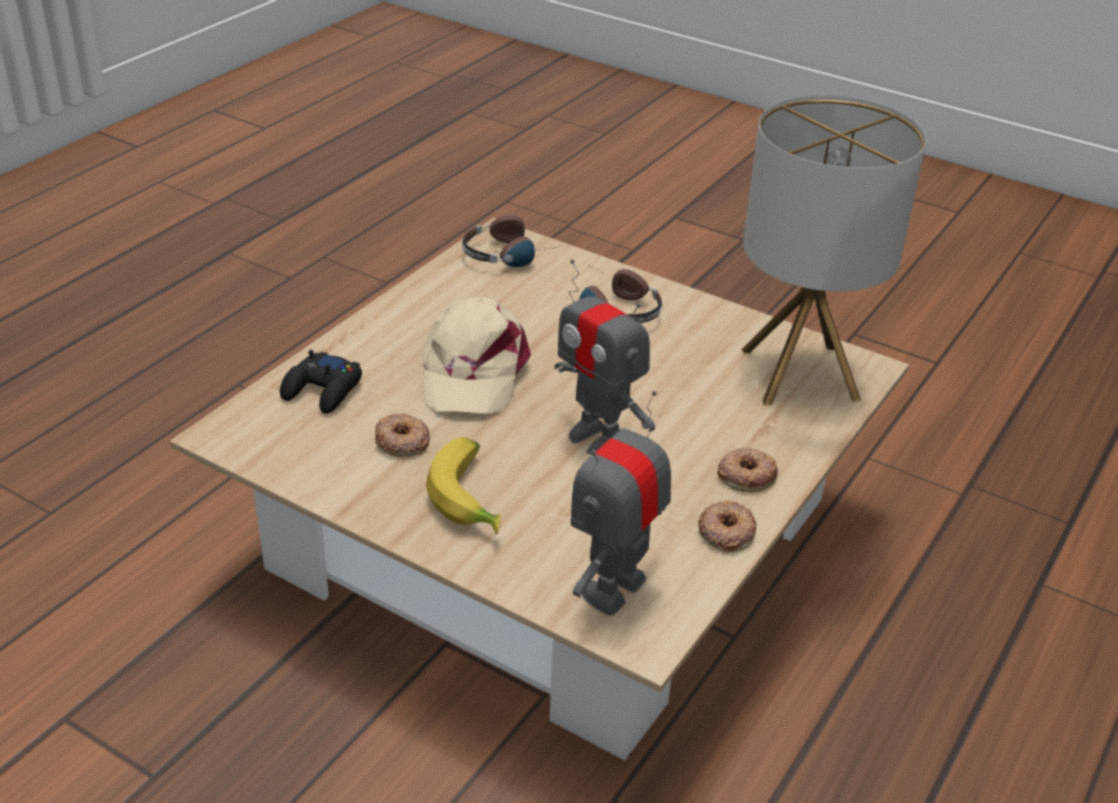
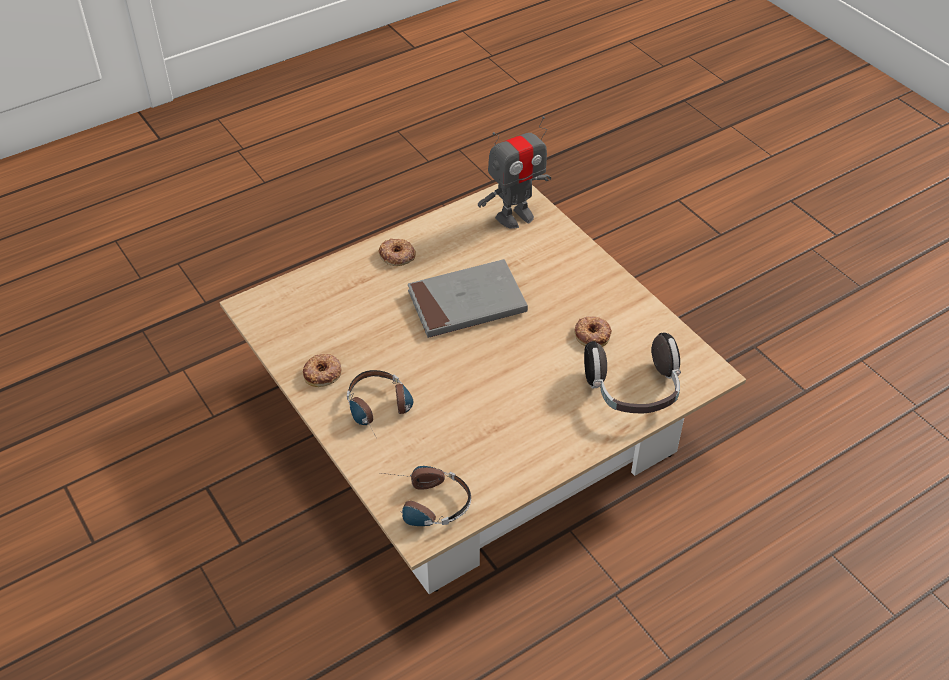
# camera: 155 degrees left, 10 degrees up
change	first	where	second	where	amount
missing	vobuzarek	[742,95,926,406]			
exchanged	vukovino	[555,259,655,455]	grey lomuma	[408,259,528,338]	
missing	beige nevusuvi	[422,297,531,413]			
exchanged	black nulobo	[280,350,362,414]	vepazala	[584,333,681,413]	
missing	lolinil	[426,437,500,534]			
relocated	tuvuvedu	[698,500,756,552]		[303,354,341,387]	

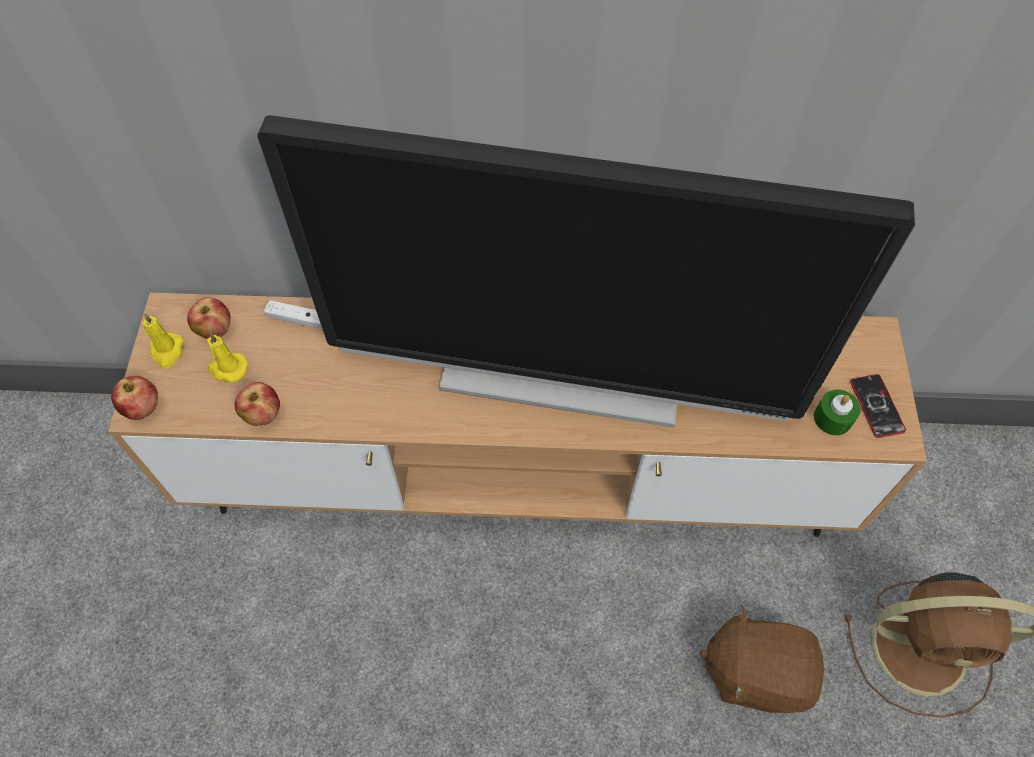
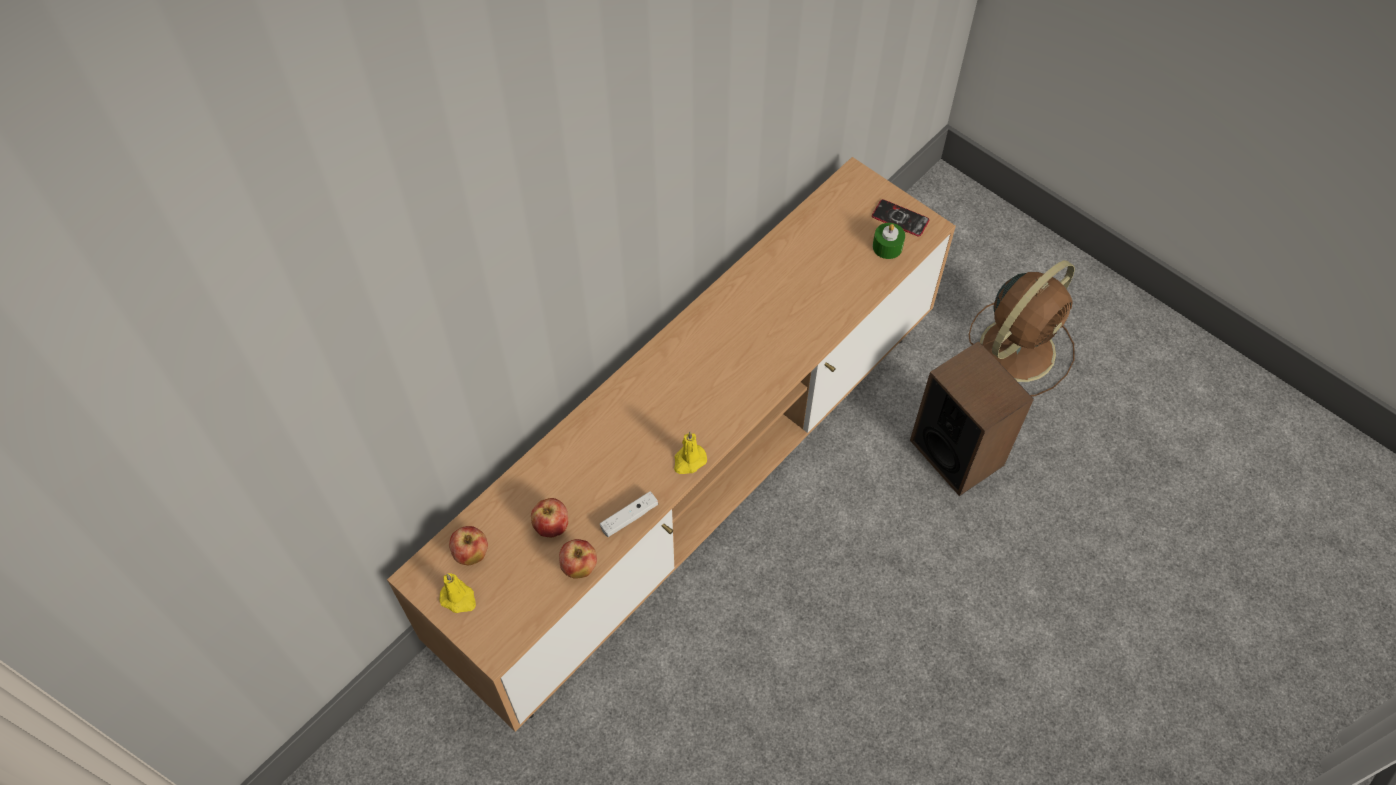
# camera: 50 degrees left, 0 degrees up
change	first	where	second	where	amount
missing	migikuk	[257,115,915,428]			
relocated	white nulobo	[264,300,322,328]		[600,491,658,537]	
relocated	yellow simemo	[207,333,248,382]		[674,432,707,474]	
relocated	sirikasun	[111,376,158,420]		[531,498,568,537]	
exchanged	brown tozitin	[700,605,824,713]	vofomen	[910,341,1034,496]	

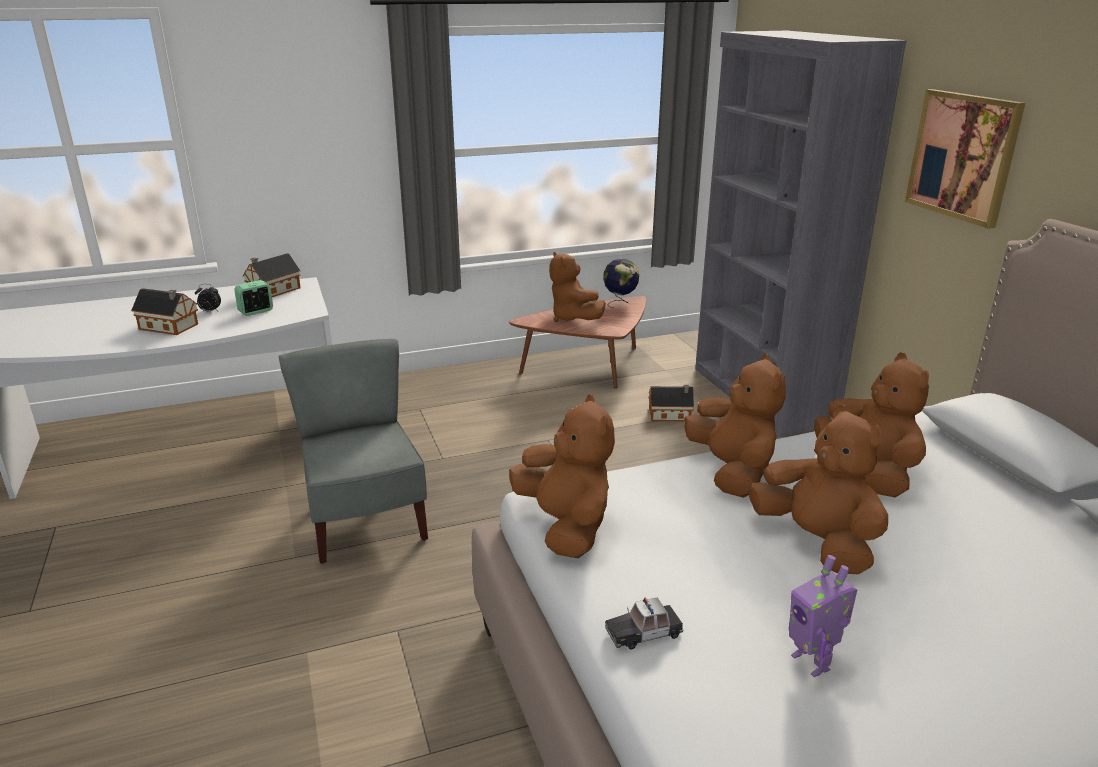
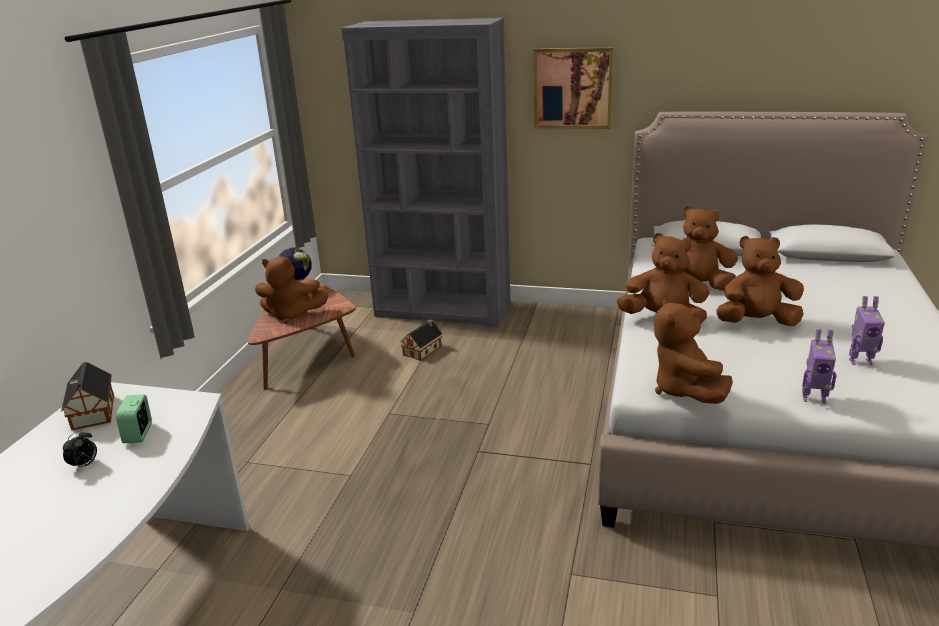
# camera: 55 degrees left, 0 degrees up
change	first	where	second	where	amount
missing	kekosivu	[131,288,198,335]			
missing	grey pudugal	[279,339,428,564]			
spun	brown tozitin	[509,394,615,558]		[654,298,733,404]	105 degrees counterclockwise
exchanged	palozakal	[605,597,684,649]	vukovino	[802,329,836,404]	

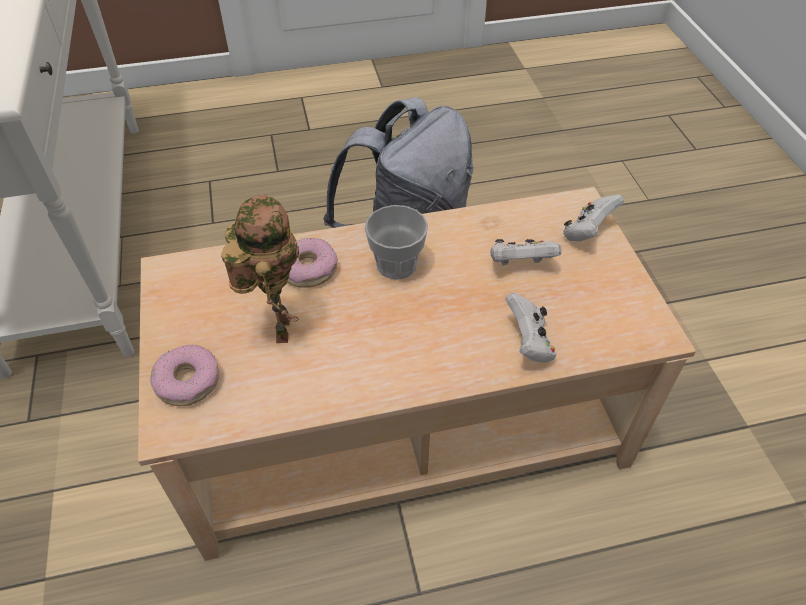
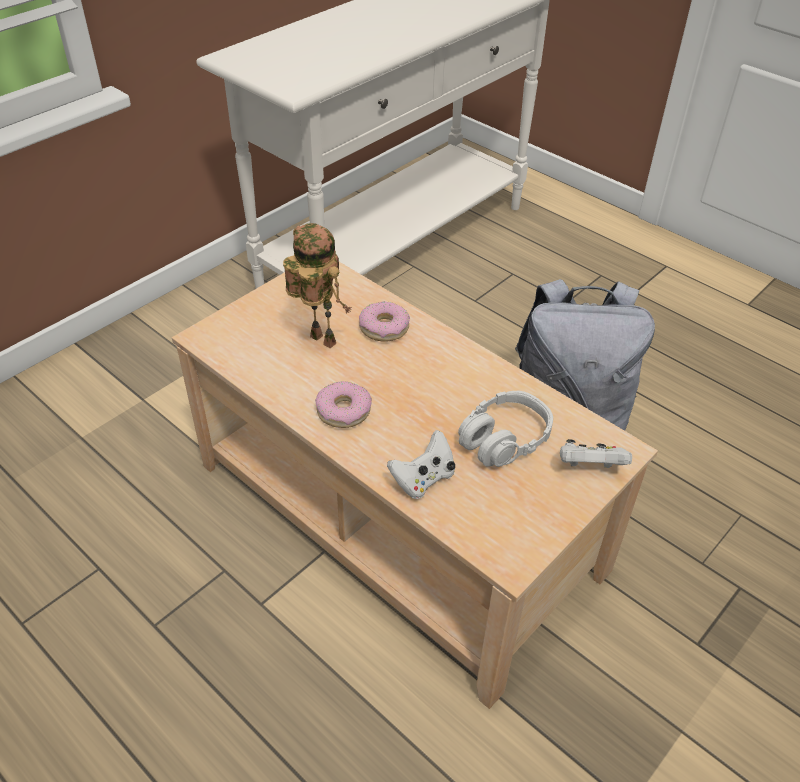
# camera: 55 degrees right, 5 degrees down
change	first	where	second	where	amount
spun	vukovino	[221,194,299,343]		[283,223,352,348]	105 degrees counterclockwise
missing	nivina	[365,205,428,280]			
exchanged	white nulobo	[490,239,562,265]	grey vepazala	[458,391,553,467]	
relocated	tuvuvedu	[150,345,219,406]		[315,381,372,428]	

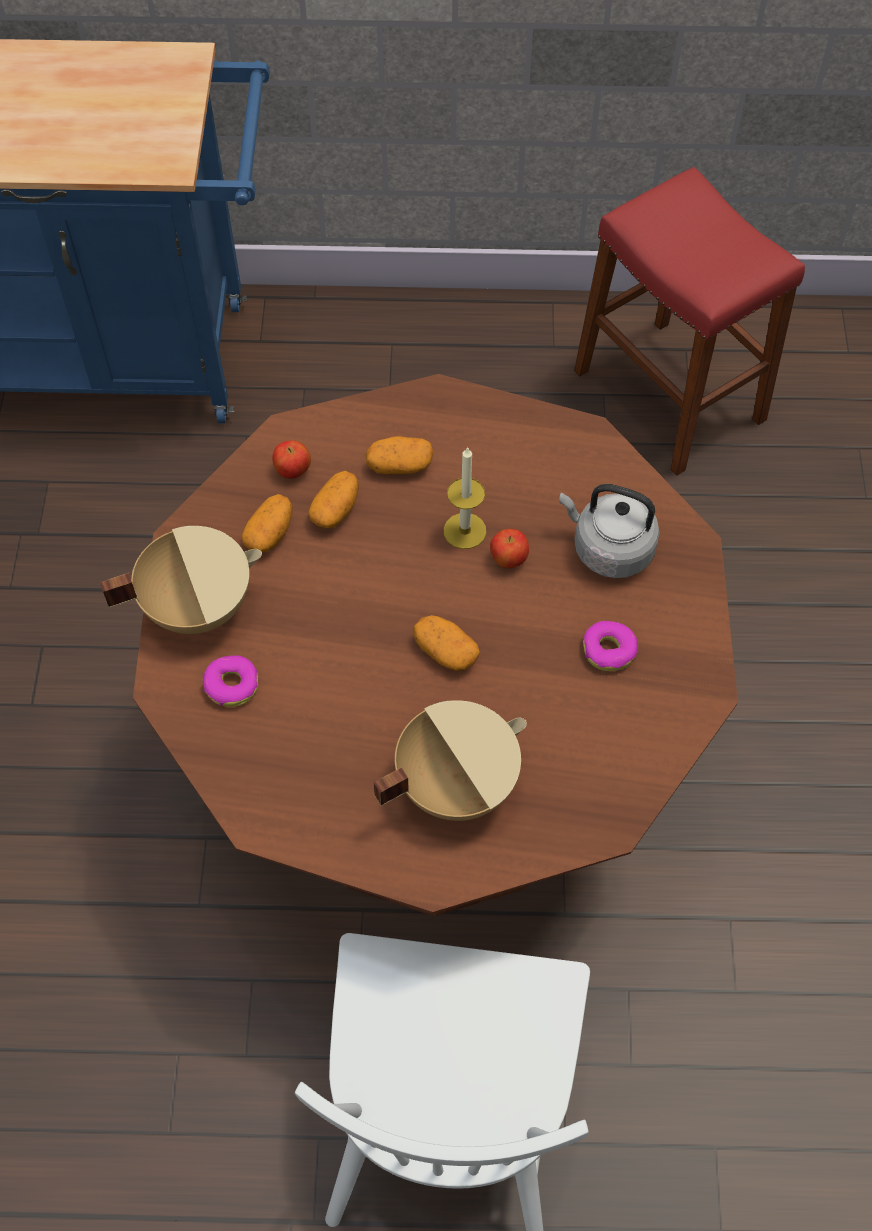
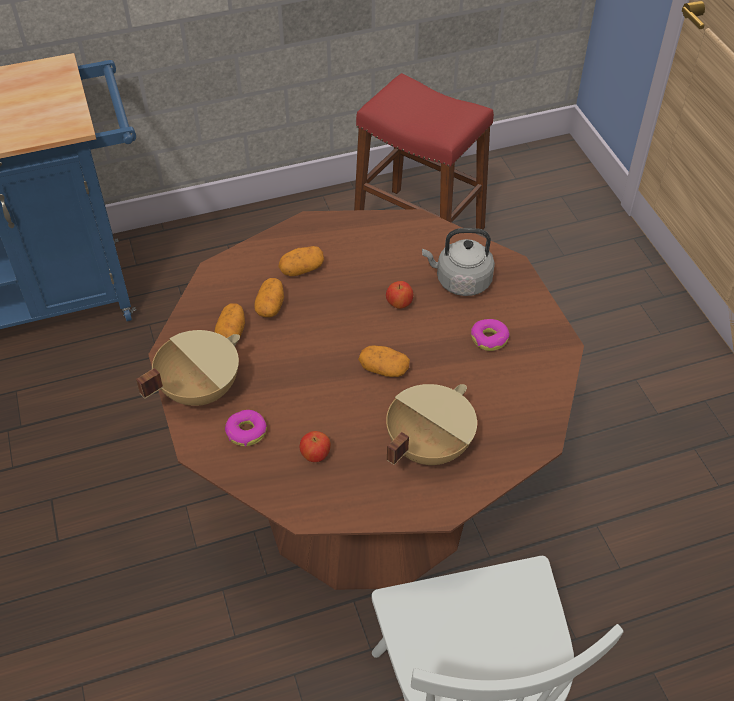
# camera: 20 degrees left, 10 degrees down
change	first	where	second	where	amount
relocated	sirikasun	[272,440,311,478]		[300,431,331,462]	
missing	simemo	[444,446,486,549]			

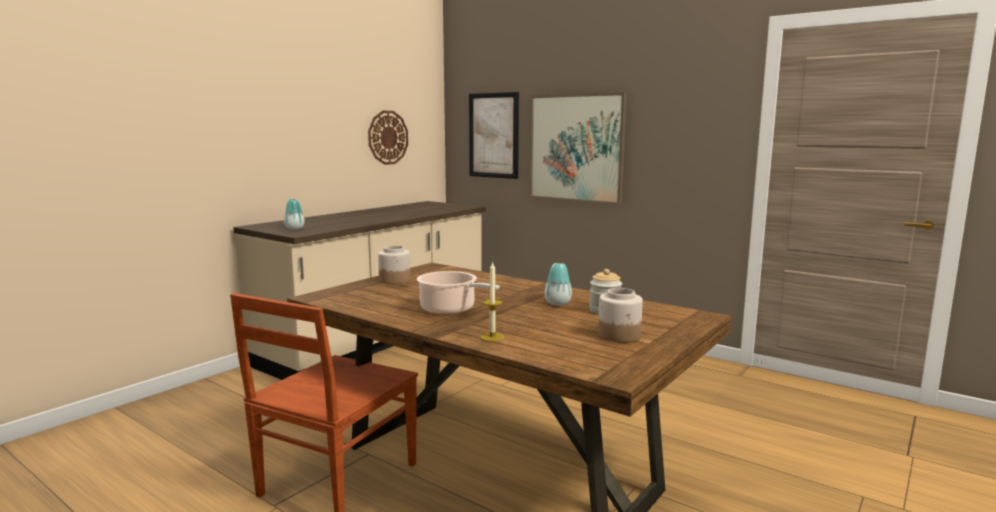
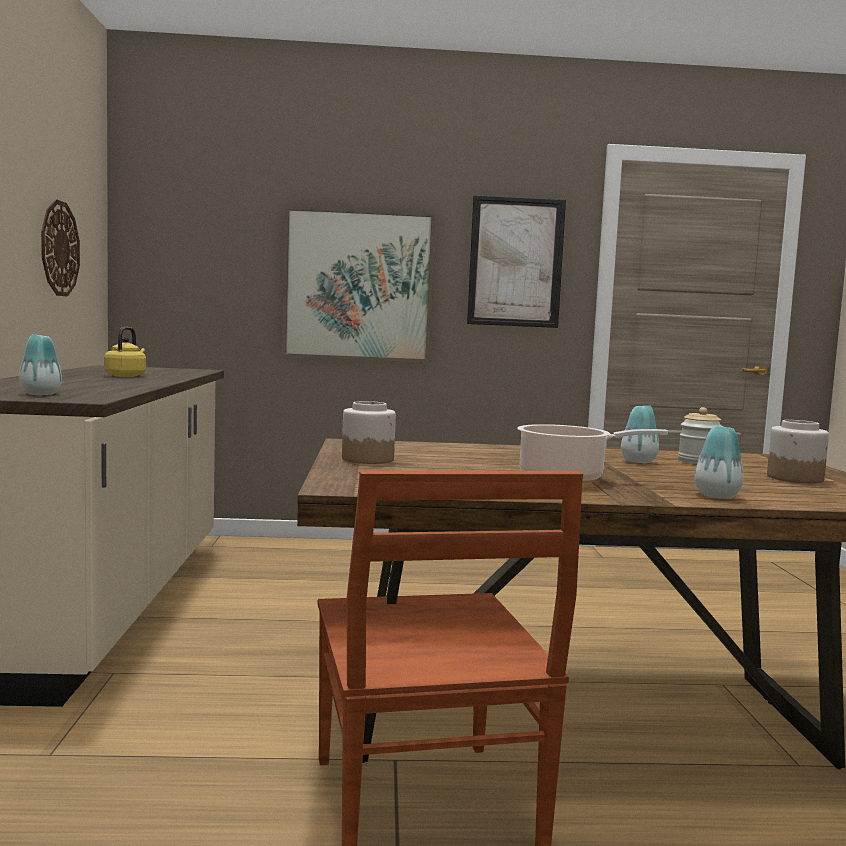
# camera: 40 degrees left, 5 degrees down
change	first	where	second	where	amount
relocated	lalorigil	[469,92,519,179]		[467,195,566,328]	
exchanged	simemo	[481,261,504,341]	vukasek	[694,425,743,498]	
appeared			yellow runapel	[104,327,146,377]	

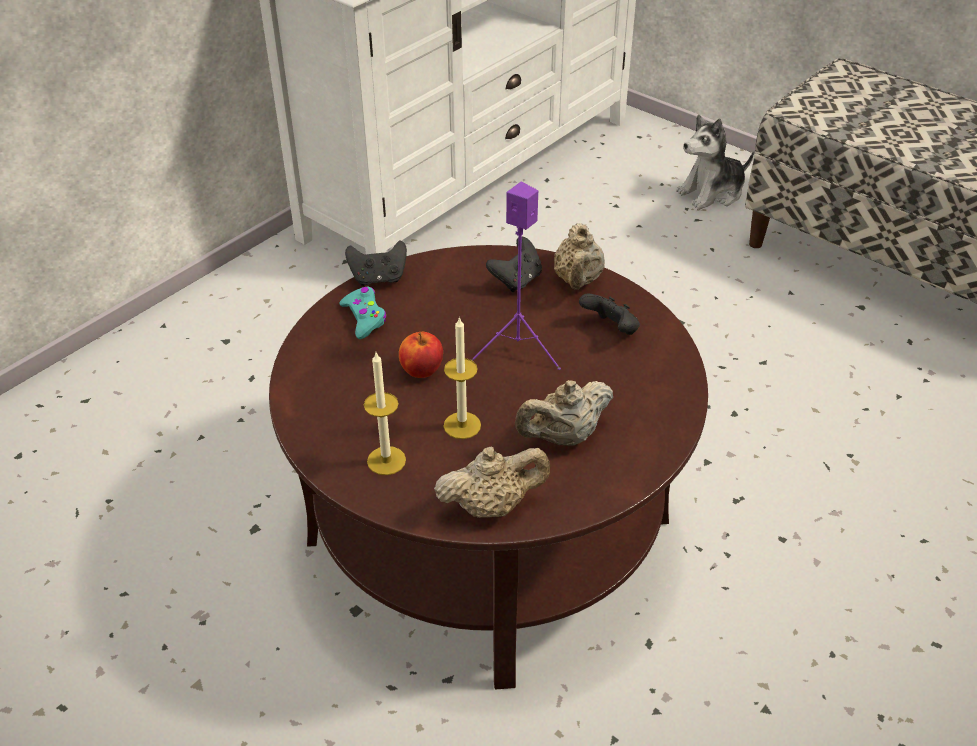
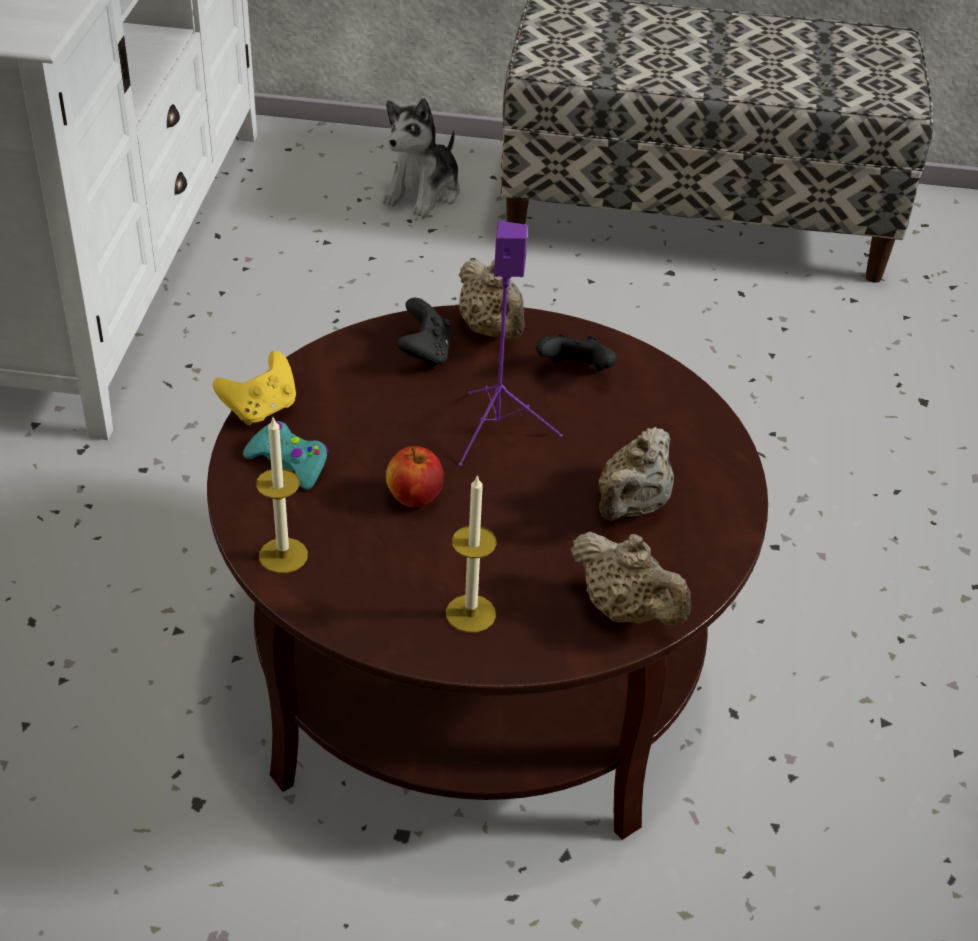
# camera: 35 degrees left, 0 degrees up
change	first	where	second	where	amount
colour	black nulobo	[345,240,407,286]	yellow nulobo	[213,351,296,425]	
relocated	simemo	[444,317,481,439]		[256,418,308,573]	
spun	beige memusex	[434,446,550,518]		[571,532,691,625]	90 degrees clockwise

